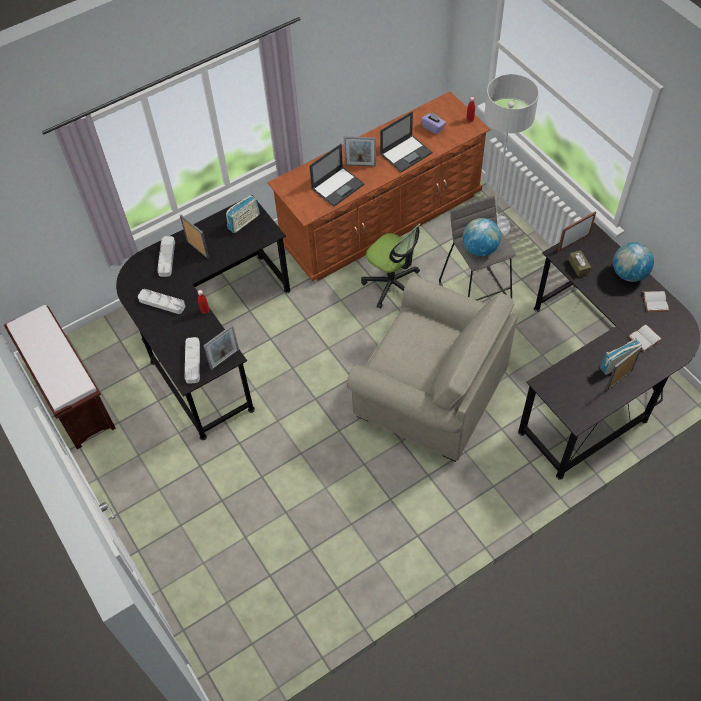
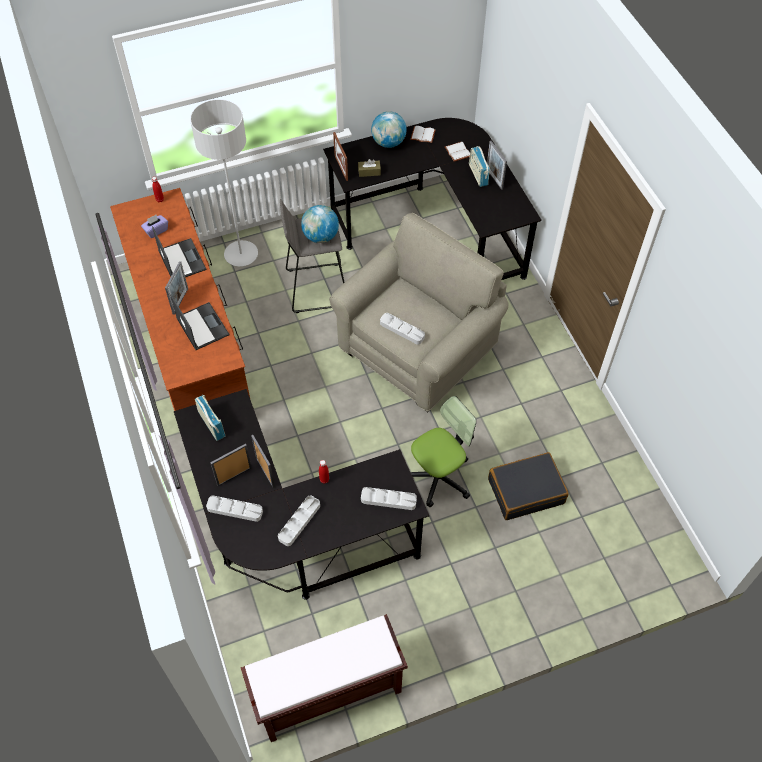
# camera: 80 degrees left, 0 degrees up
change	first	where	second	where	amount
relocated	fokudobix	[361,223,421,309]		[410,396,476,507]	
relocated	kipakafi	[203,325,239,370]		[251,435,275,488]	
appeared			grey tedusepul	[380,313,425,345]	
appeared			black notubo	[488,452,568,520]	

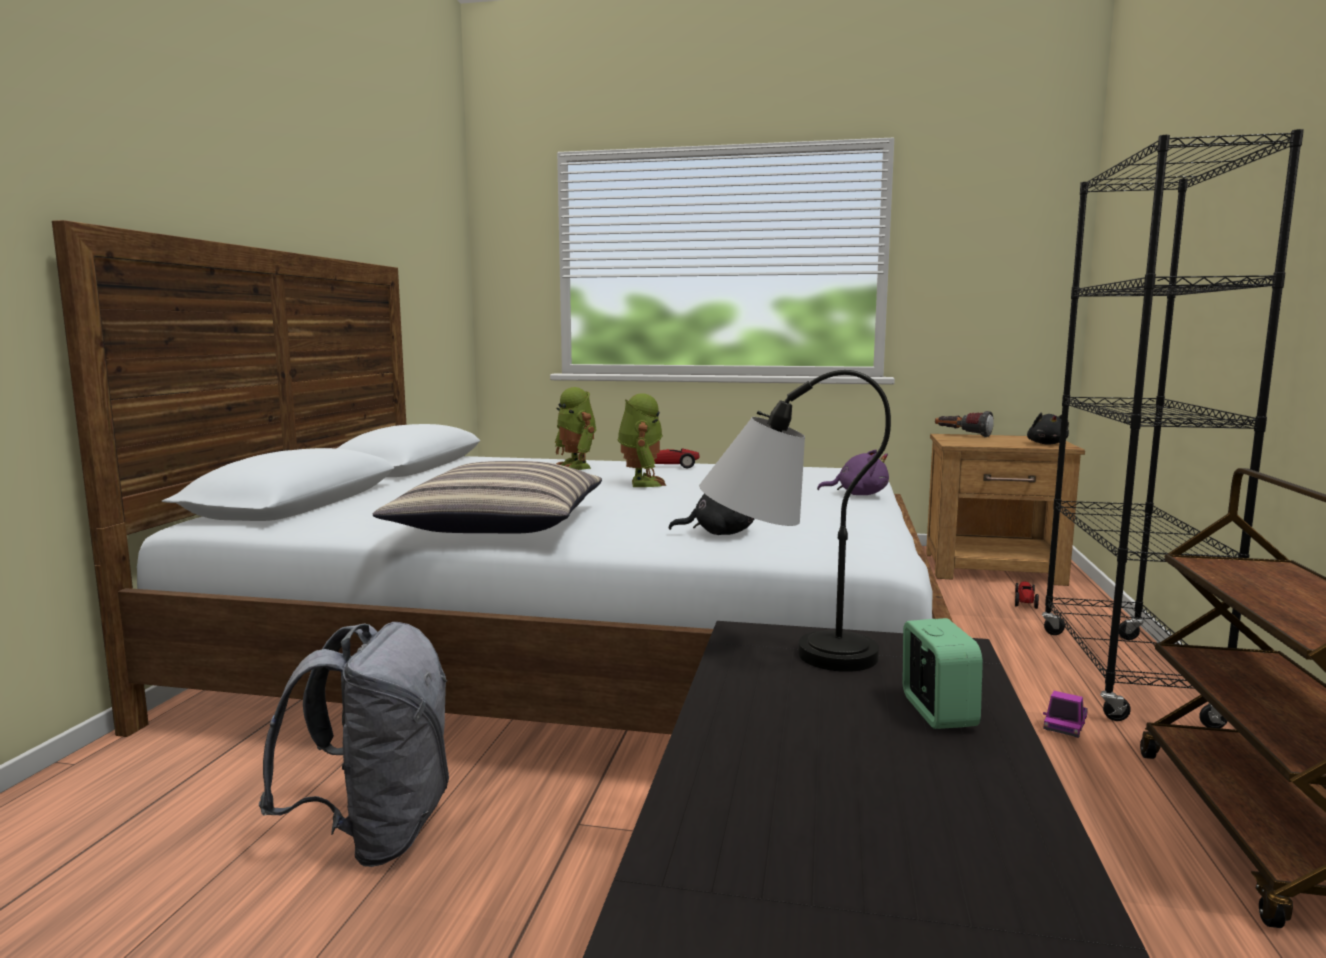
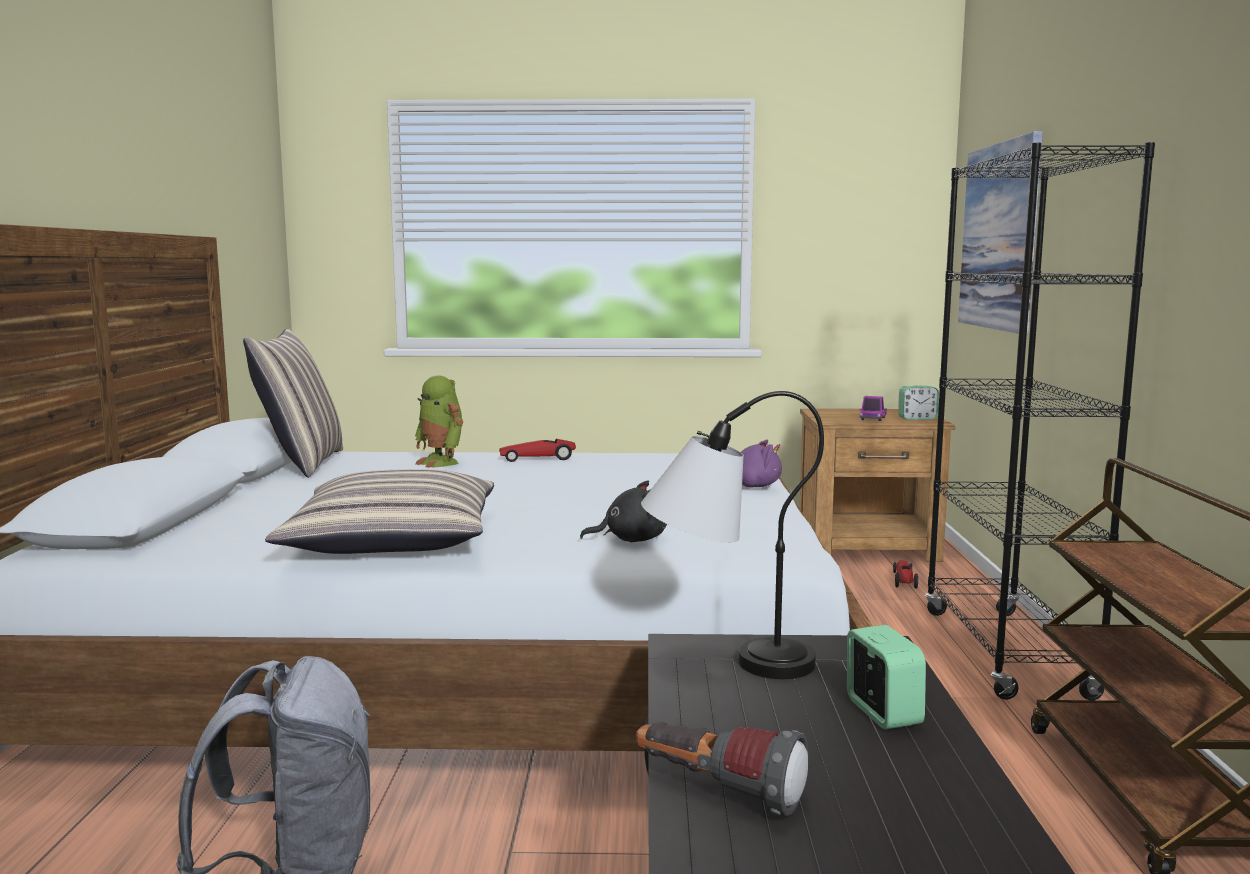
# camera: 10 degrees left, 0 degrees up
change	first	where	second	where	amount
missing	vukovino	[618,393,666,487]			
relocated	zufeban	[935,411,994,437]		[636,722,808,816]	
exchanged	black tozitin	[1027,412,1069,445]	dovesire	[898,385,939,420]	
relocated	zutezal	[1043,691,1088,738]		[859,396,887,421]	
appeared			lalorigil	[958,131,1043,334]	
appeared			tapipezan	[243,328,343,478]	

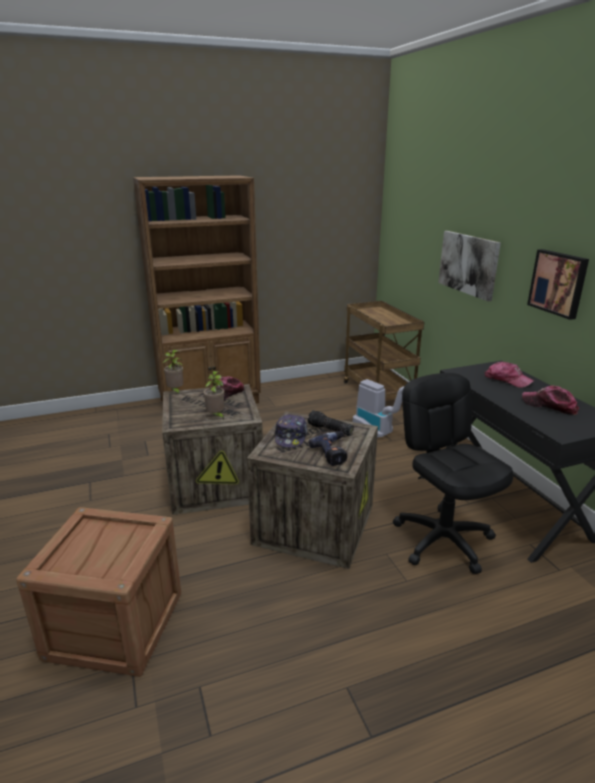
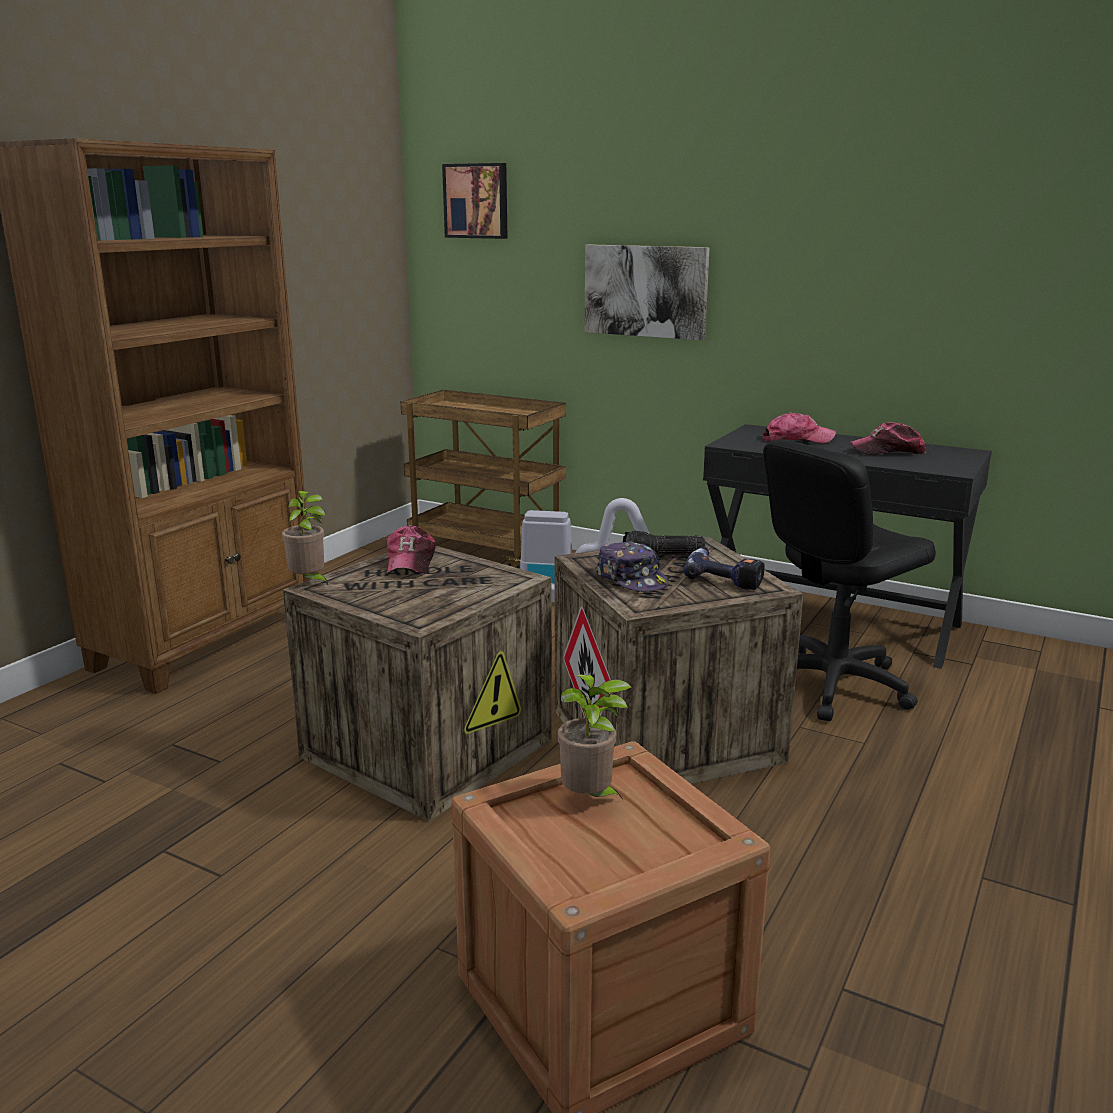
# camera: 40 degrees left, 5 degrees down
change	first	where	second	where	amount
relocated	lalorigil	[527,249,589,320]		[442,163,507,239]	
relocated	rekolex	[203,371,224,420]		[558,674,632,801]	
spun	black fokudobix	[393,373,513,574]		[763,439,936,721]	60 degrees counterclockwise

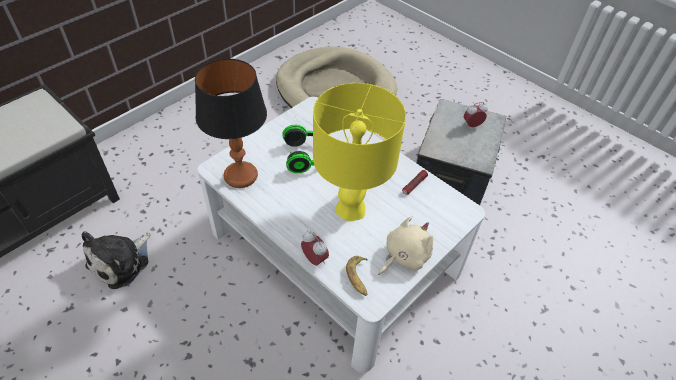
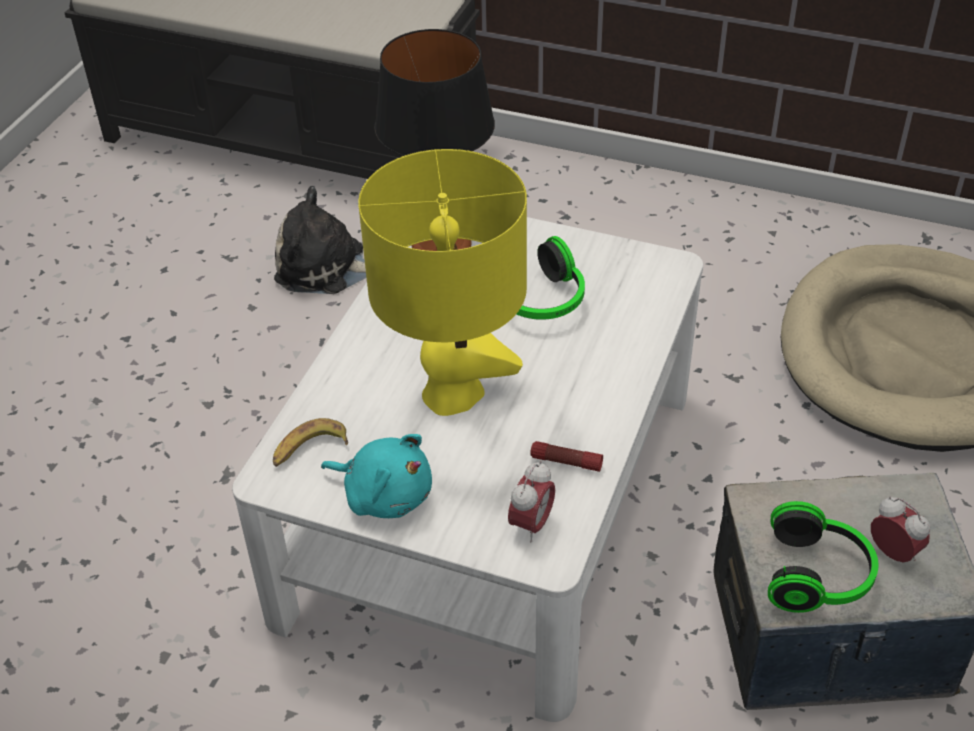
# camera: 70 degrees right, 5 degrees down
change	first	where	second	where	amount
colour	beige tozitin	[378,216,433,275]	turquoise tozitin	[321,434,432,518]	
relocated	dovesire	[301,231,329,266]		[508,461,555,542]	
appeared			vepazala	[768,501,878,613]	

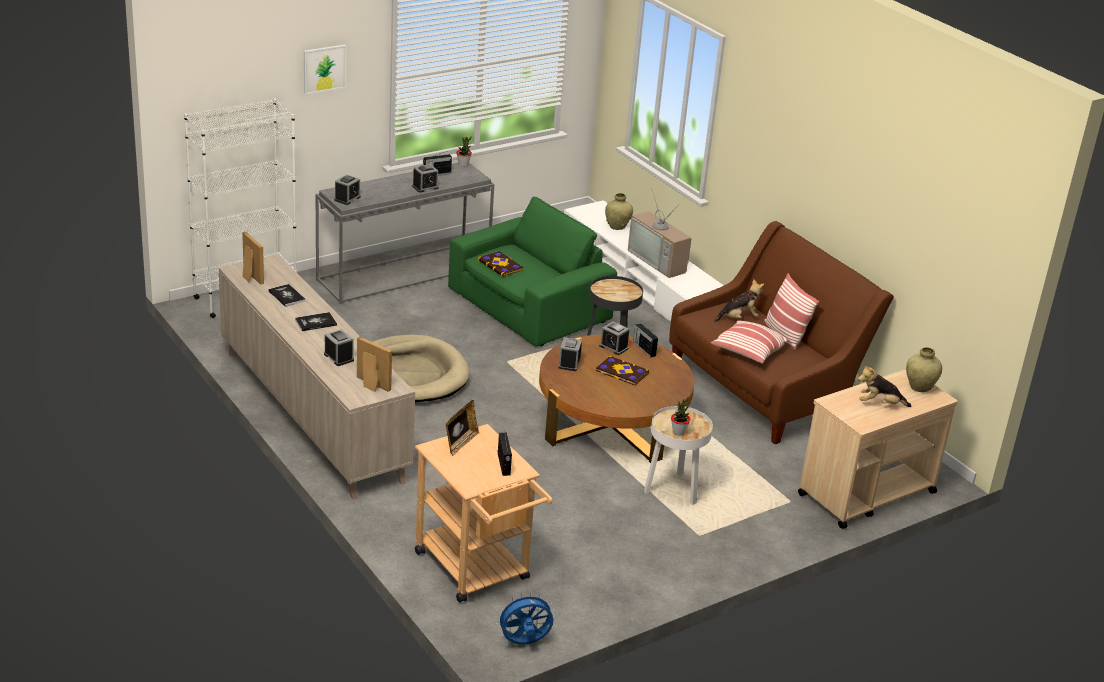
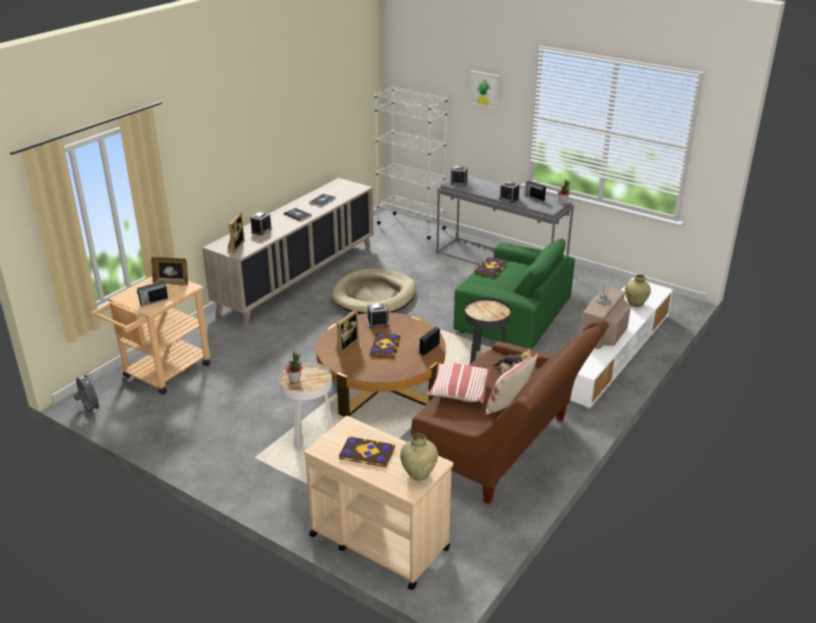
# camera: 70 degrees right, 0 degrees up
change	first	where	second	where	amount
relocated	kipakafi	[242,232,264,285]		[336,309,359,354]	
missing	dovesire	[599,321,629,355]			
exchanged	tozitin	[858,364,911,407]	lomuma	[339,436,395,467]	
colour	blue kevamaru	[496,592,554,645]	grey kevamaru	[74,372,102,412]	

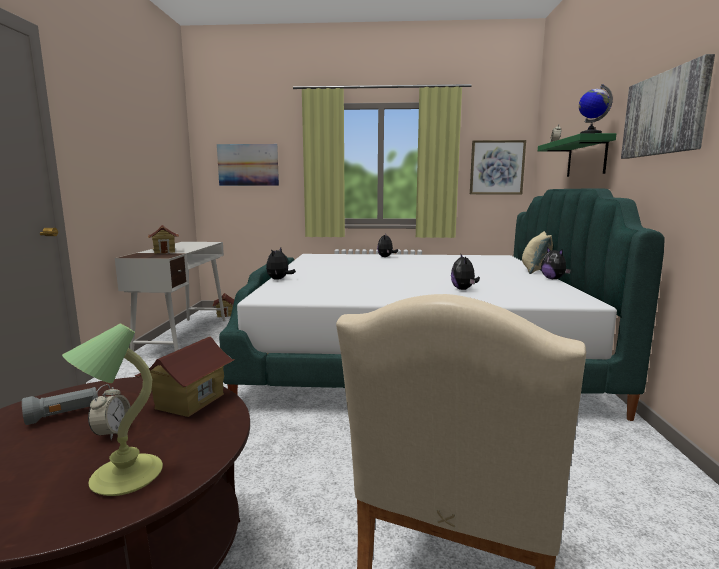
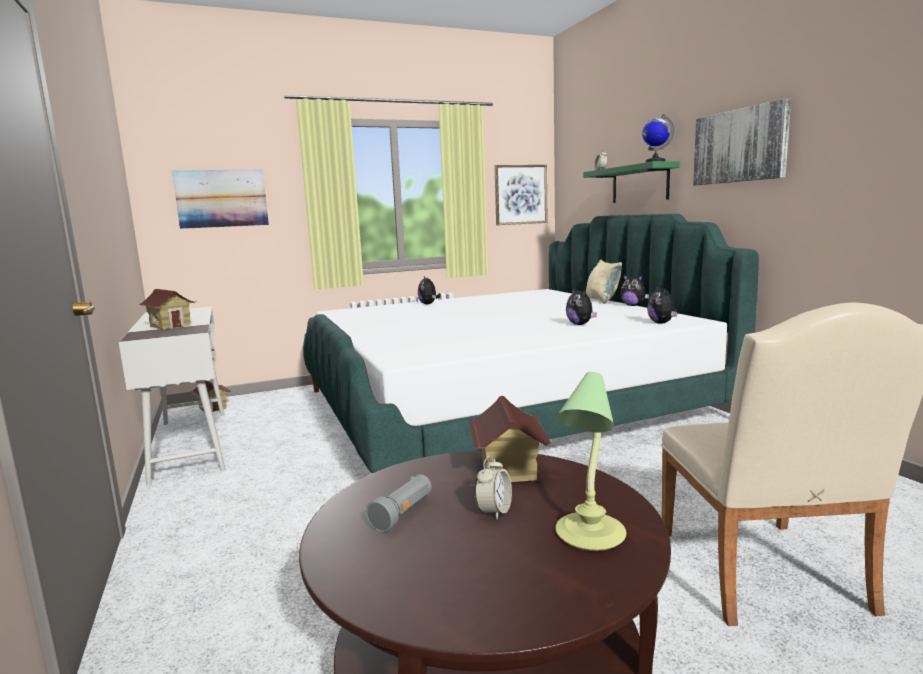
# camera: 25 degrees left, 0 degrees up
change	first	where	second	where	amount
relocated	tozitin	[266,247,296,280]		[647,285,677,324]	
spun	dovesire	[88,384,130,440]		[475,456,512,520]	45 degrees clockwise

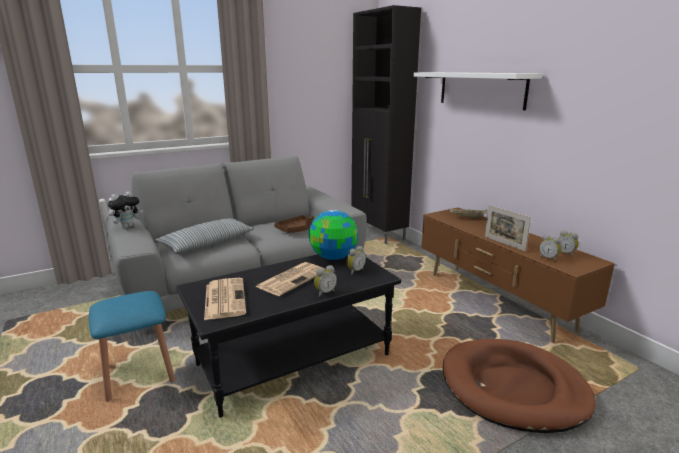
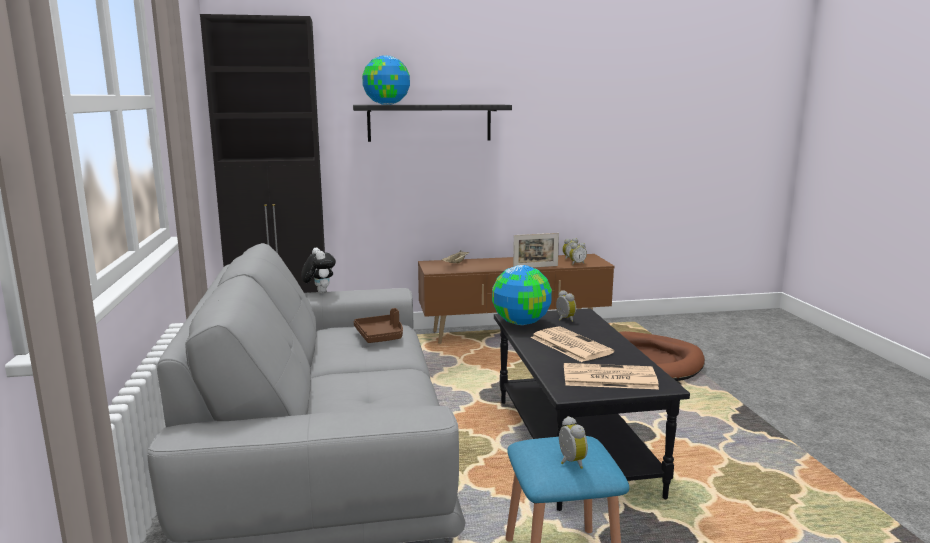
# camera: 70 degrees left, 5 degrees down
change	first	where	second	where	amount
colour	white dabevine	[413,72,542,110]	black dabevine	[353,105,512,142]	
relocated	tozitin	[108,191,144,228]		[301,248,336,293]	
missing	tapipezan	[155,218,255,252]			
relocated	dovesire	[314,265,337,297]		[559,416,588,469]	
appeared			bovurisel	[362,56,410,105]	

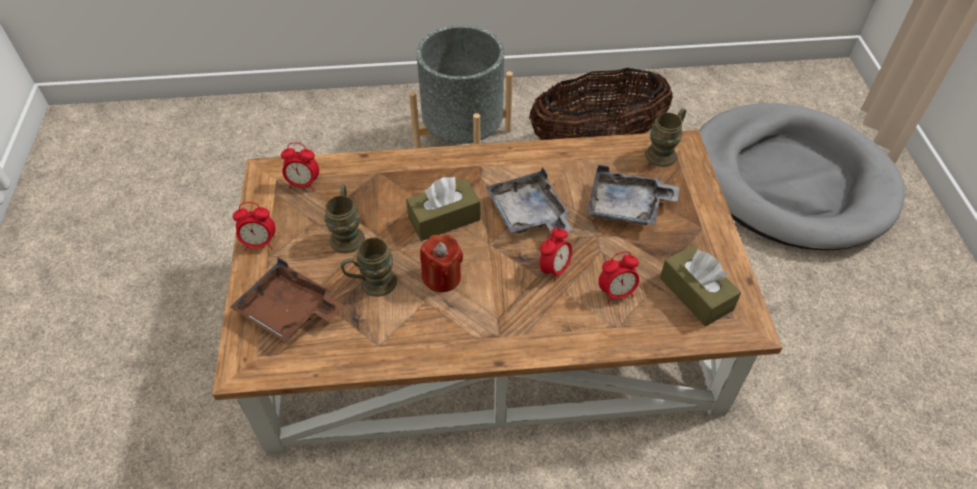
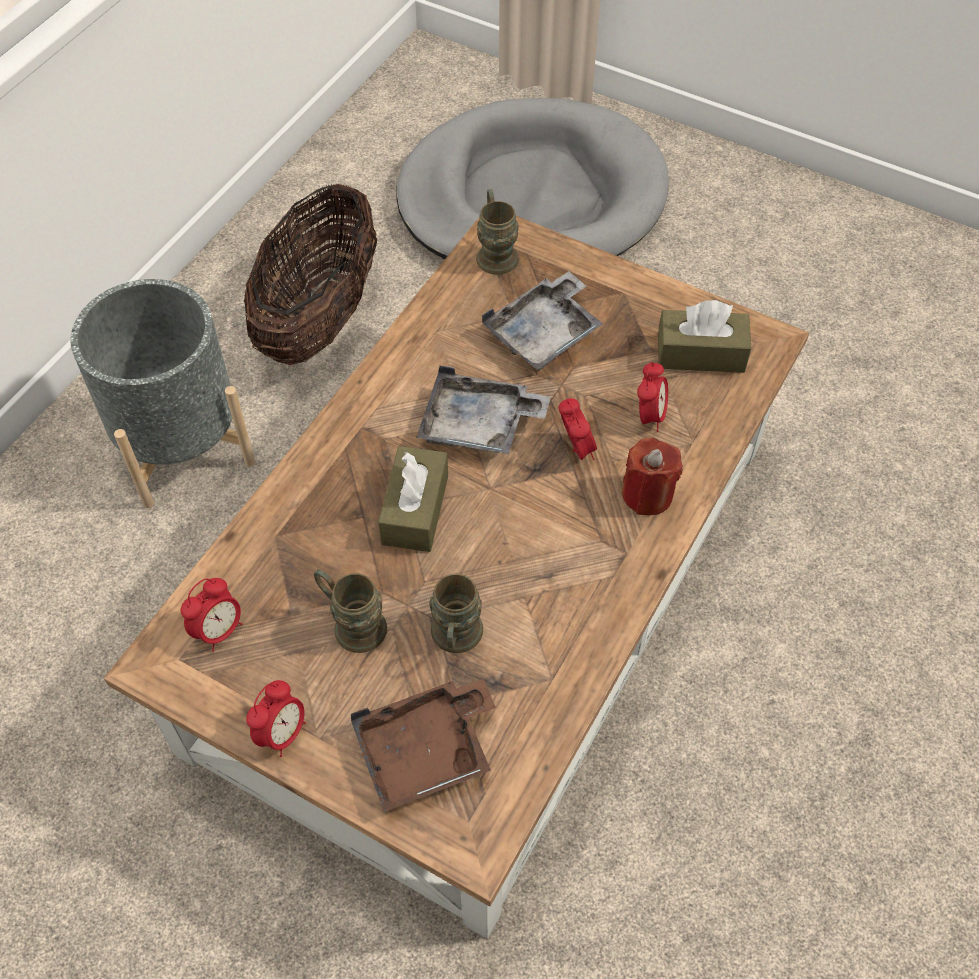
# camera: 55 degrees left, 5 degrees up
change	first	where	second	where	amount
relocated	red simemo	[420,235,463,292]		[622,438,683,515]	

